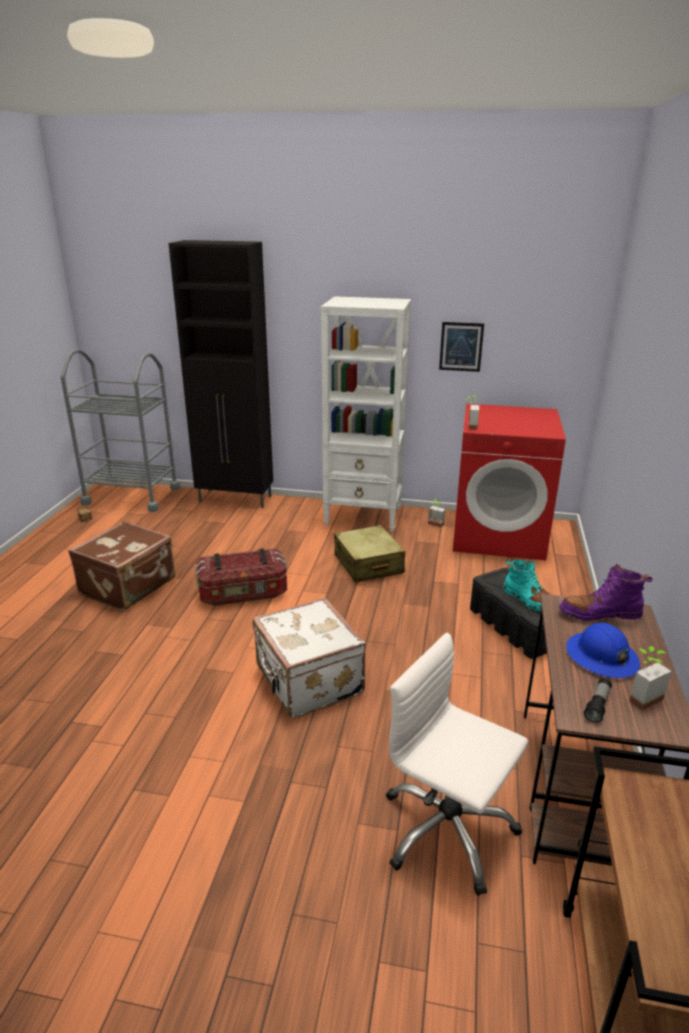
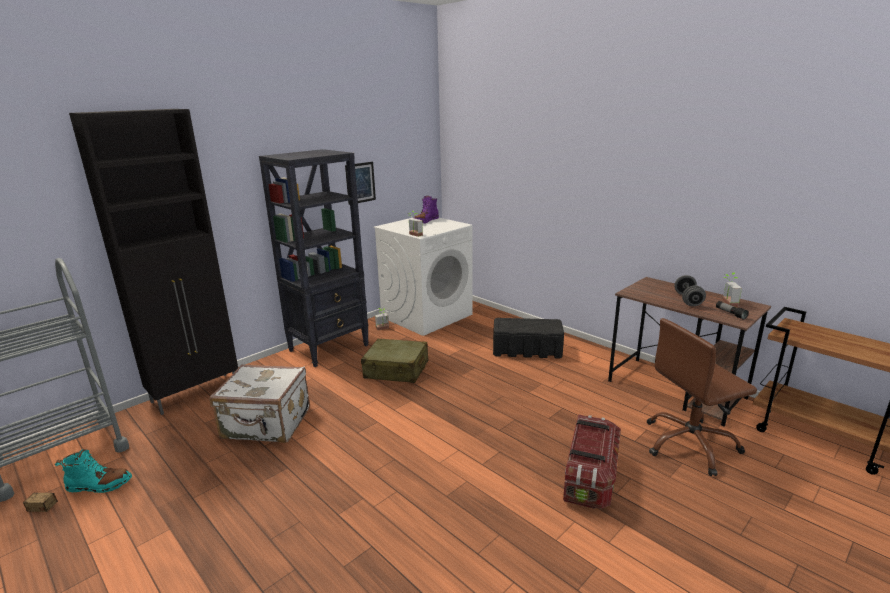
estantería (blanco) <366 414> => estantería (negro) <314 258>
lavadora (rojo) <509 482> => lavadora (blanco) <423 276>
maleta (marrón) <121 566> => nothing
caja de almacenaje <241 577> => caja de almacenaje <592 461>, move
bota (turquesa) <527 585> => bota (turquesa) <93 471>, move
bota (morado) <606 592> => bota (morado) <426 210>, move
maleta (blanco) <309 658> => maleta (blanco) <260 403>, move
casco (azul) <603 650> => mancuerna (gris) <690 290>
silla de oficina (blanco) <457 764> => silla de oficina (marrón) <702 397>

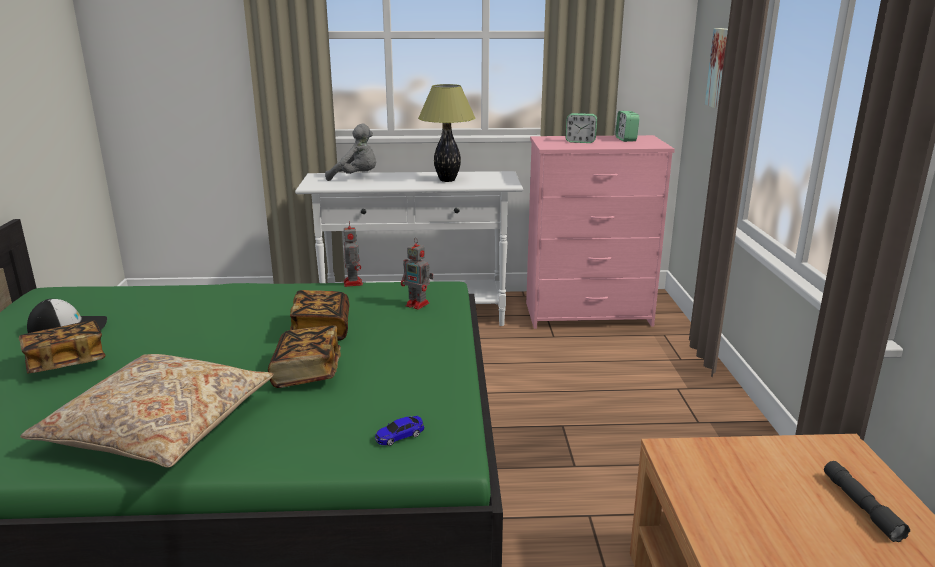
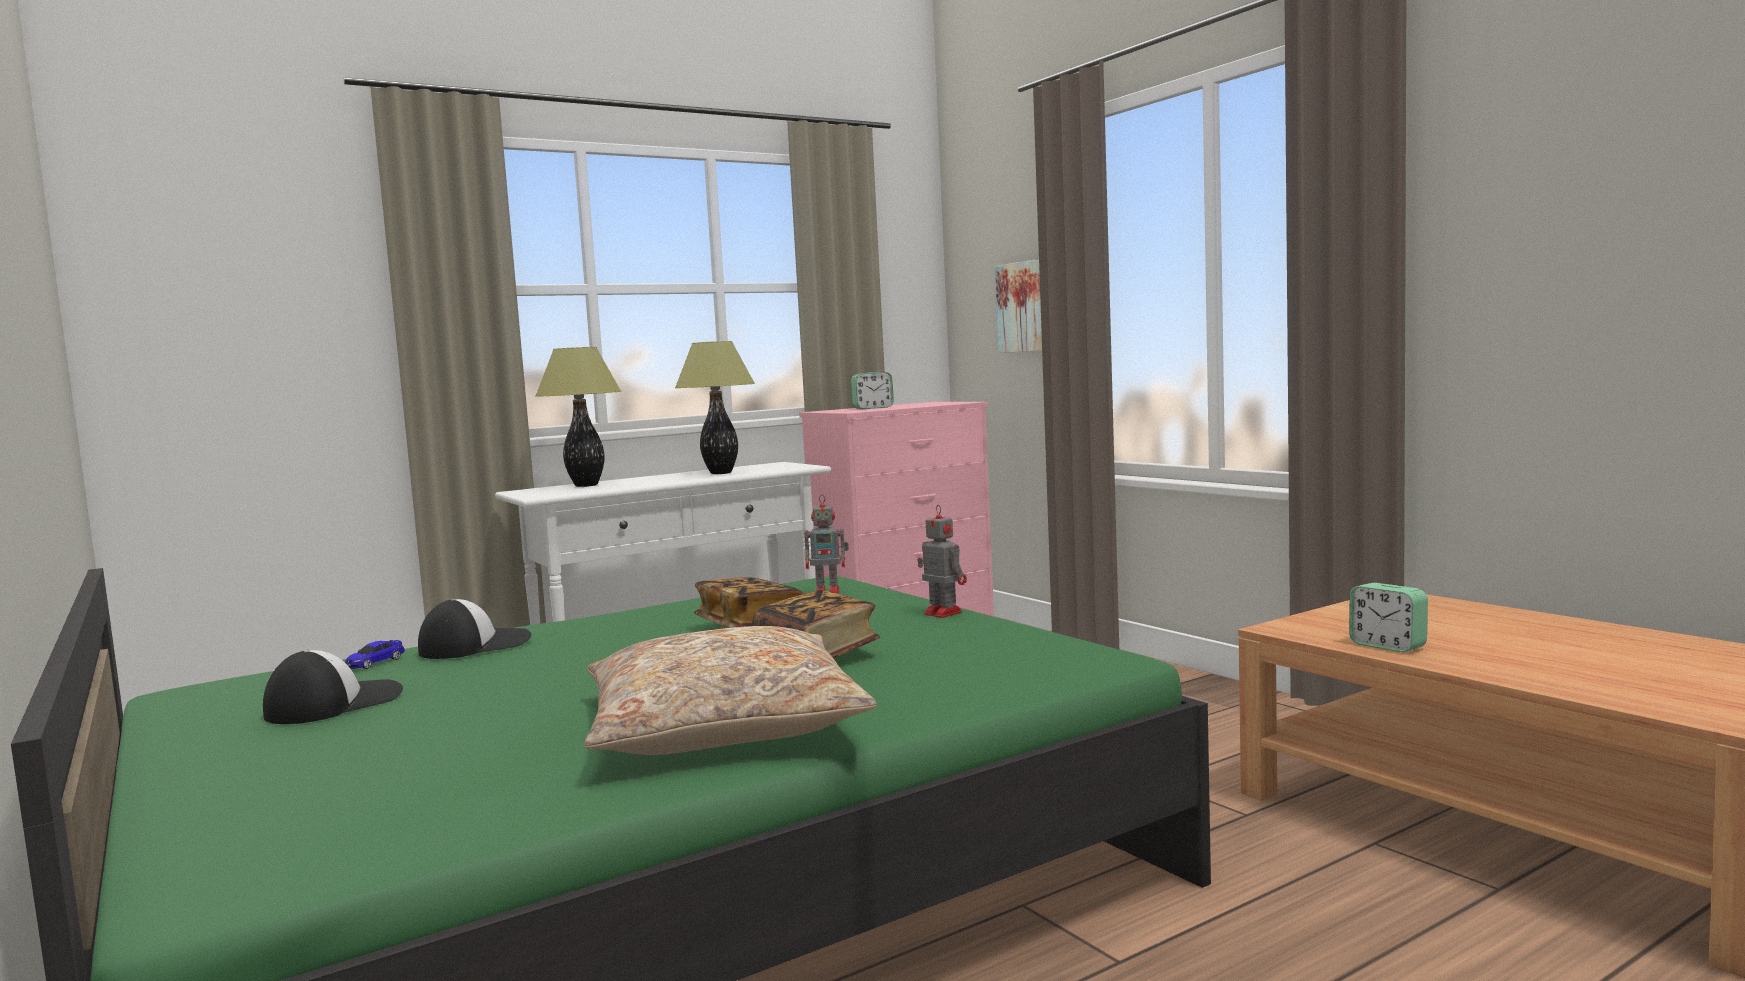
despertador <627 126> => despertador <1388 618>, move
peluche (gris) <350 152> => lámpara de mesa <578 417>
robot de juguete <353 254> => robot de juguete <942 561>, move
libro <62 346> => nothing
coche de juguete <399 431> => coche de juguete <375 654>, move
linterna (gris) <867 501> => nothing
nothing => gorra <474 629>

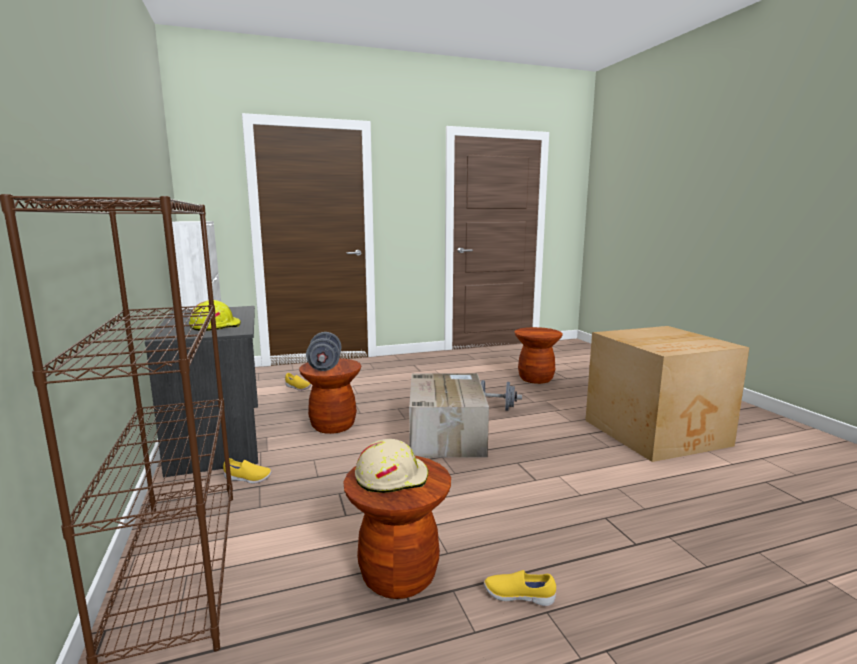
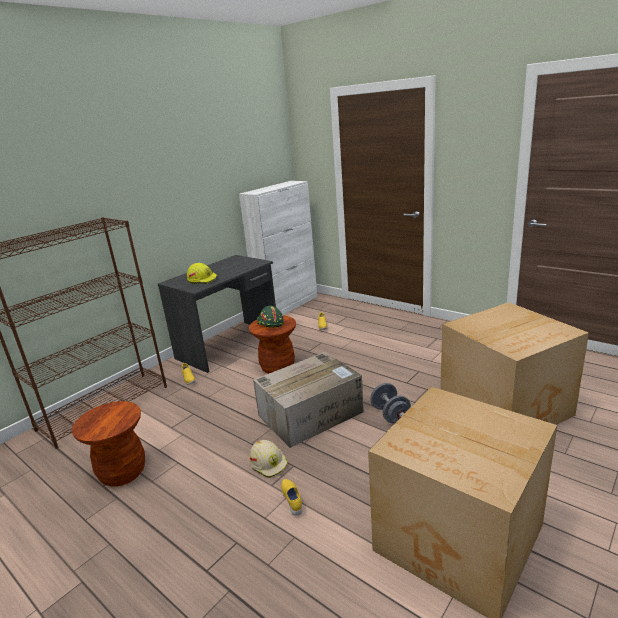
taburete (marrón) <538 355> => caja de cartón <514 363>
mancuerna (gris) <324 351> => casco (verde) <270 317>
casco (beis) <392 466> => casco (beis) <269 459>, move
zapato (amarillo) <520 588> => zapato (amarillo) <291 497>, move

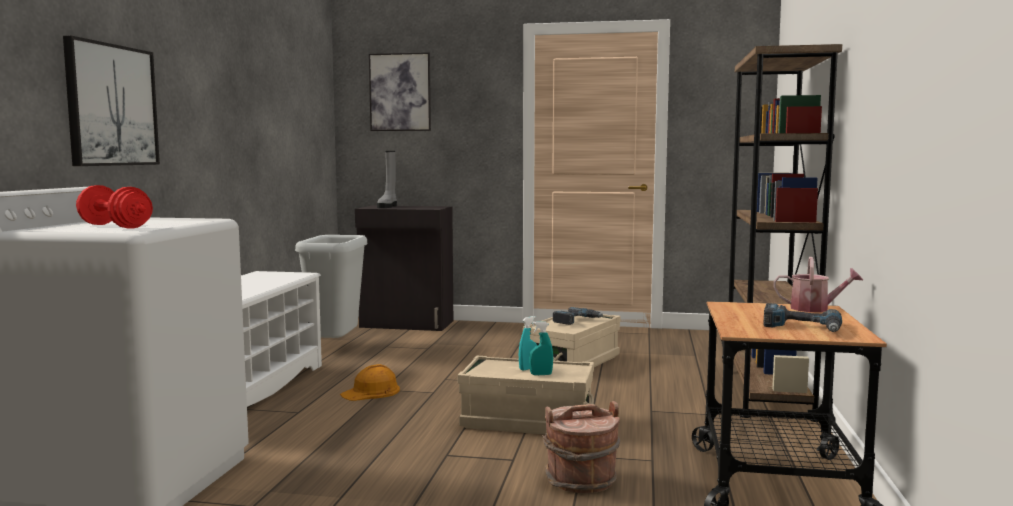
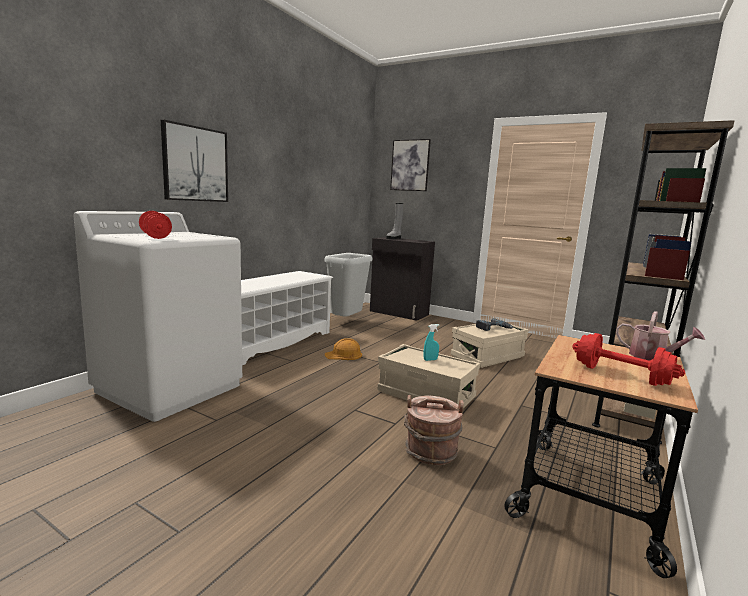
taladro <802 317> => mancuerna (rojo) <628 359>
pulverizador (turquesa) <541 348> => nothing

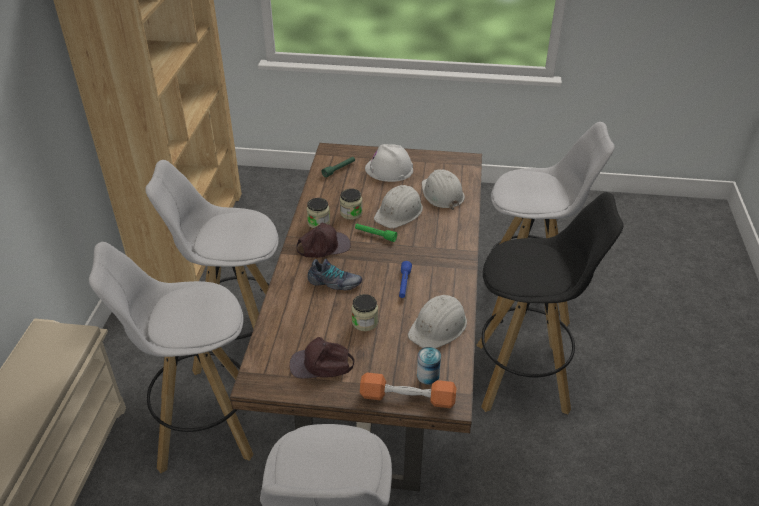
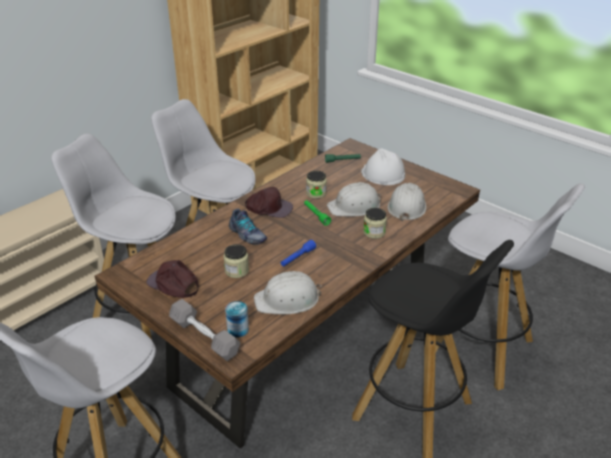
tarro <318 213> => tarro <375 223>, move
mancuerna (naranja) <408 390> => mancuerna (gris) <204 330>

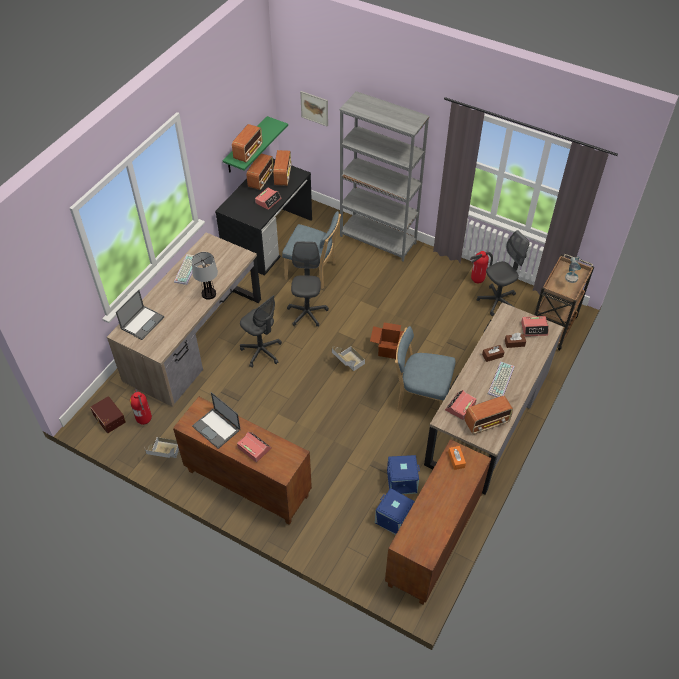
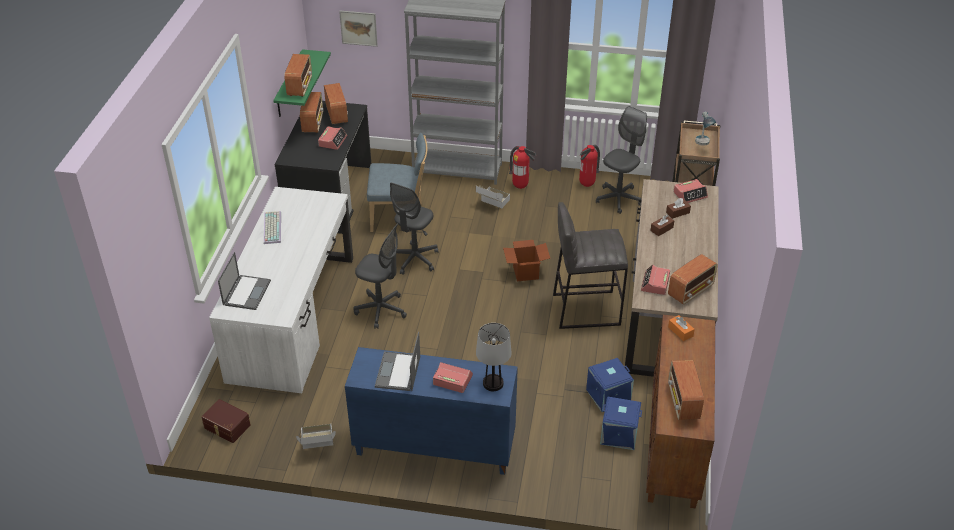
escritorio (marrón) <184 319> => escritorio (blanco) <281 290>
silla de oficina (gris) <308 284> => silla de oficina (gris) <414 229>, 135 degrees counterclockwise
lámpara de mesa <205 276> => lámpara de mesa <493 357>, move
silla (azul) <425 368> => taburete (gris) <590 265>
caja de cartón <348 358> => caja de cartón <493 197>, move
teclado <501 379> => nothing
extintor <141 407> => extintor <523 167>, move
portátil <216 420> => portátil <397 361>, 75 degrees clockwise
armario (marrón) <242 461> => armario (azul) <431 411>
nothing => radio <686 390>

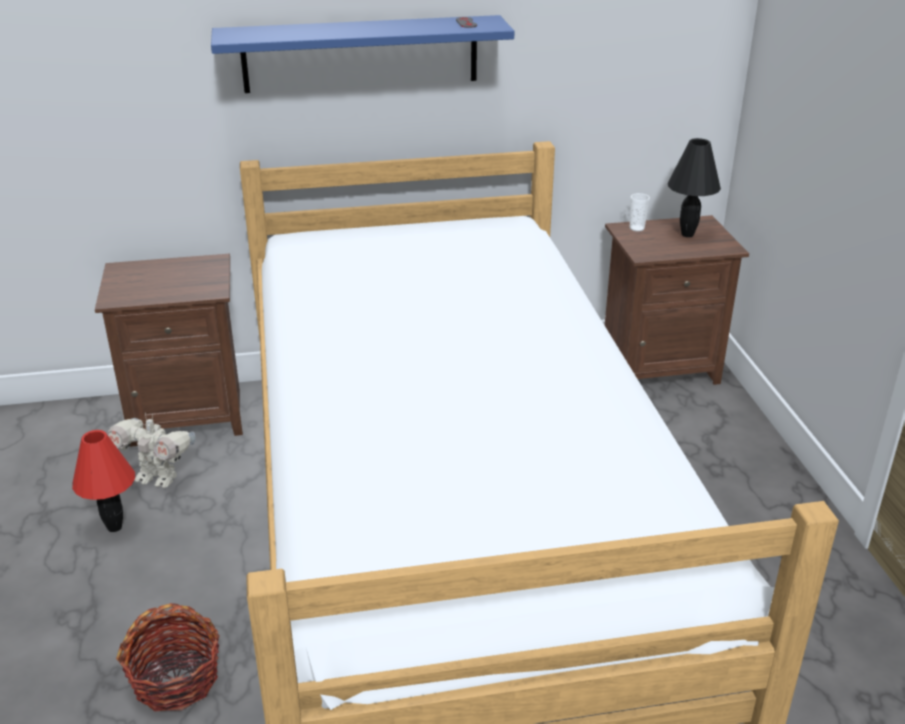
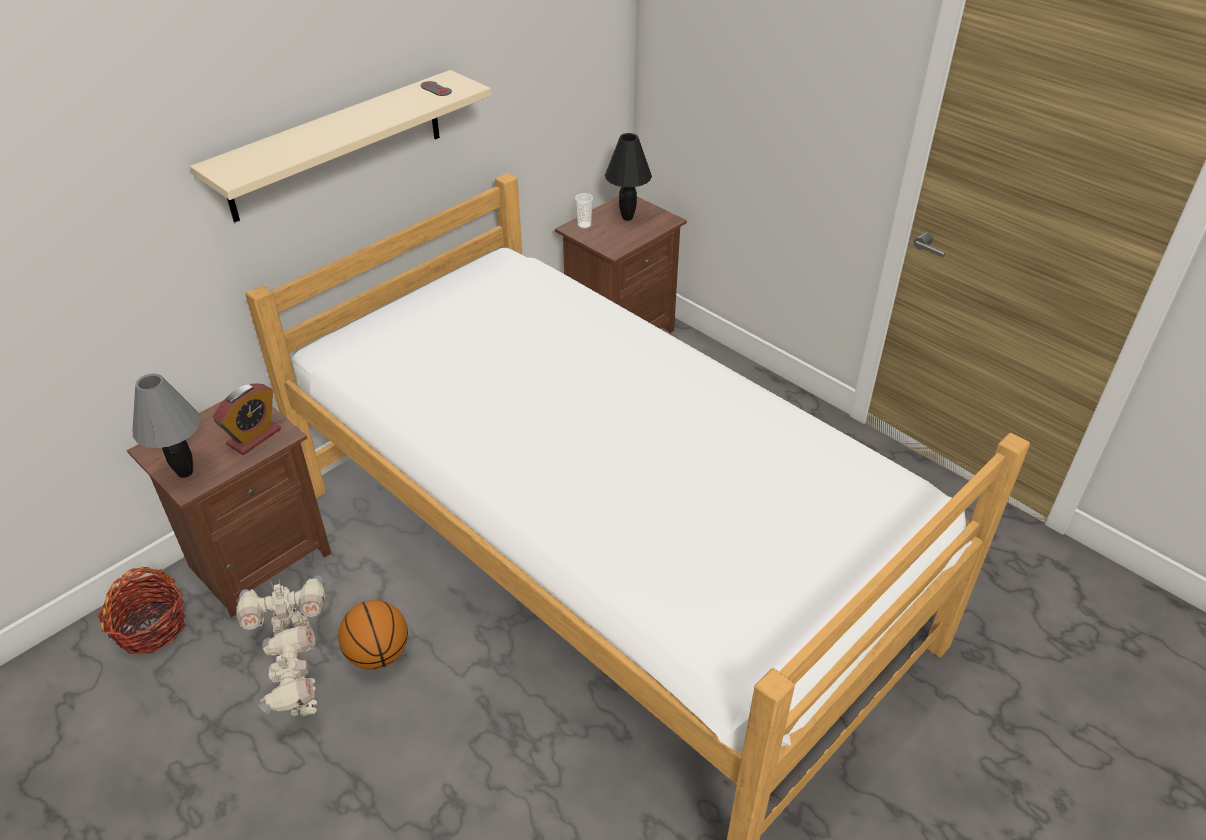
estante (azul) <362 54> => estante (beis) <340 146>
lámpara de mesa (rojo) <103 481> => robot de juguete <287 671>
cesta <168 657> => cesta <141 610>, move
nothing => lámpara de mesa (gris) <167 425>
nothing => despertador <247 419>
nothing => balón de baloncesto <373 635>

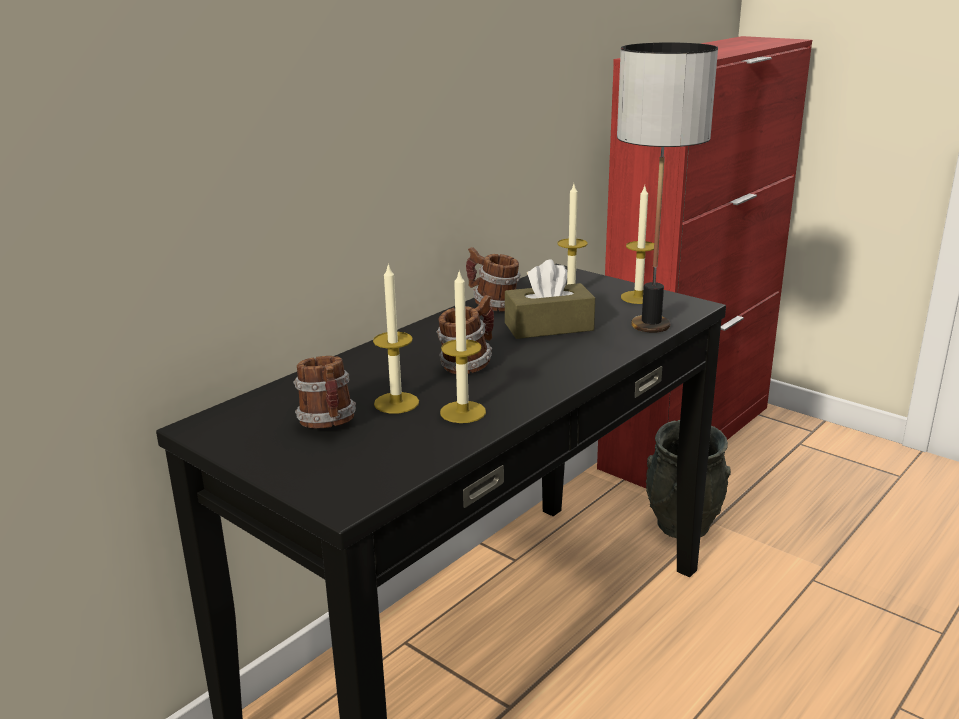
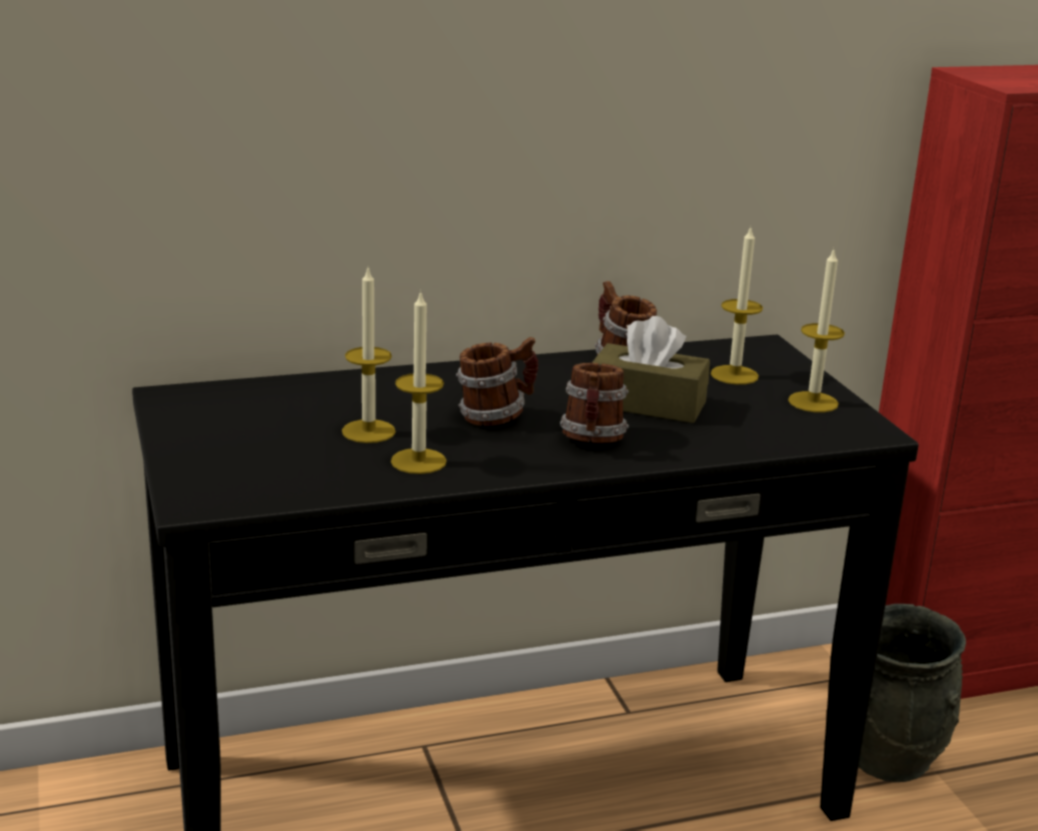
lámpara de mesa <667 187> => nothing
taza grande <324 392> => taza grande <594 403>, move

